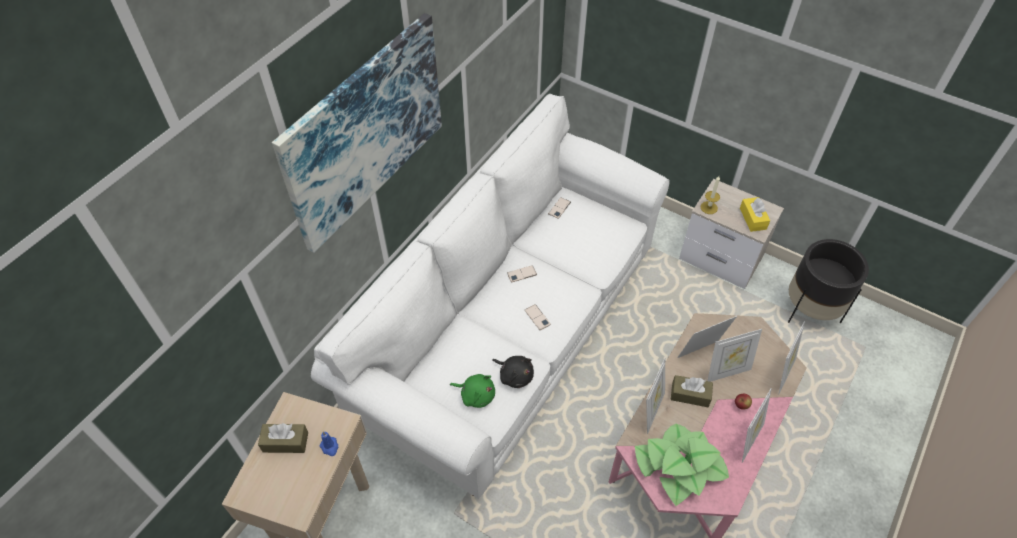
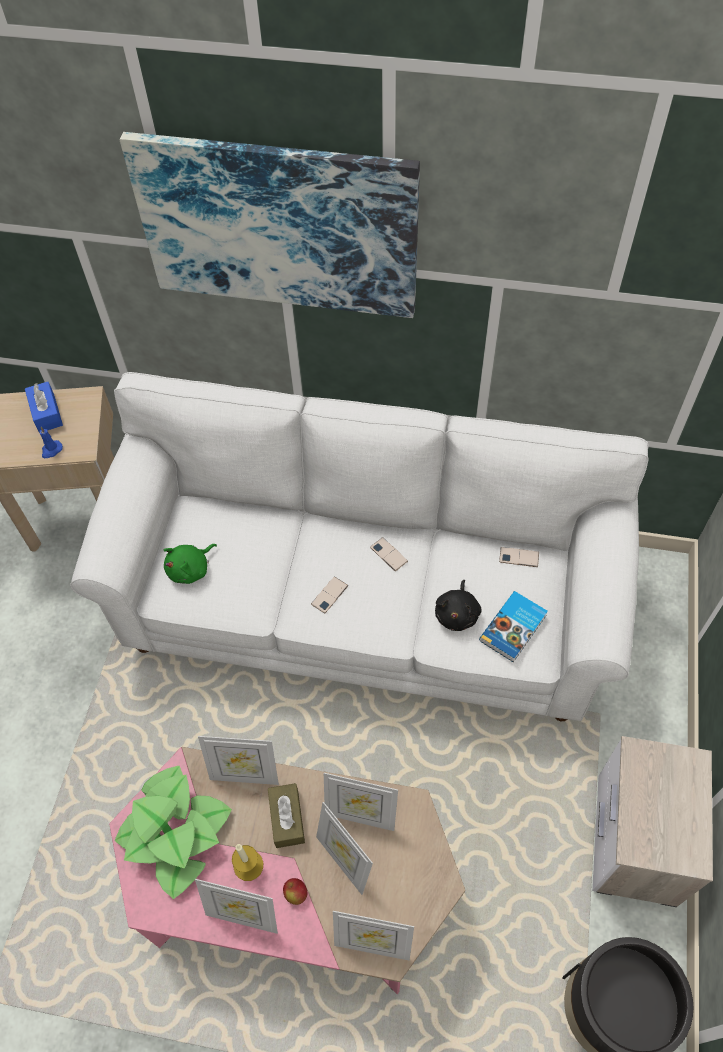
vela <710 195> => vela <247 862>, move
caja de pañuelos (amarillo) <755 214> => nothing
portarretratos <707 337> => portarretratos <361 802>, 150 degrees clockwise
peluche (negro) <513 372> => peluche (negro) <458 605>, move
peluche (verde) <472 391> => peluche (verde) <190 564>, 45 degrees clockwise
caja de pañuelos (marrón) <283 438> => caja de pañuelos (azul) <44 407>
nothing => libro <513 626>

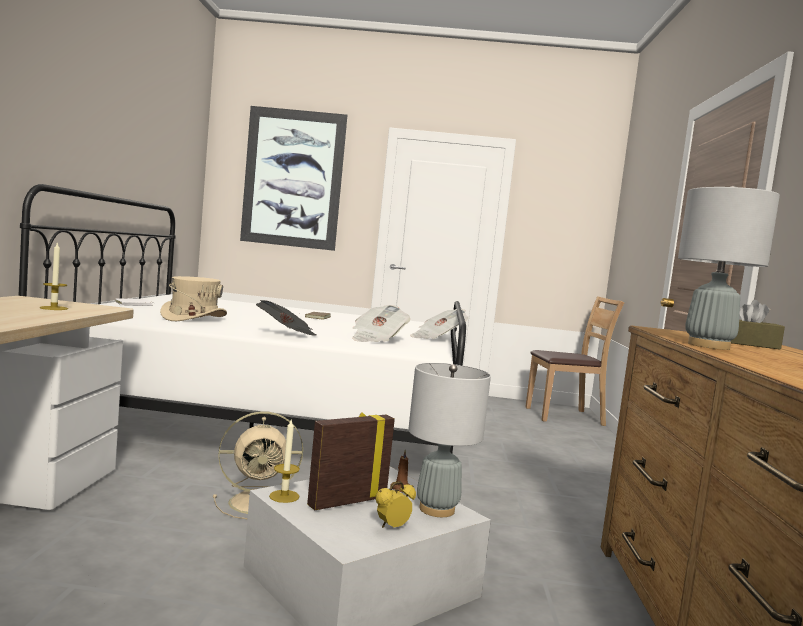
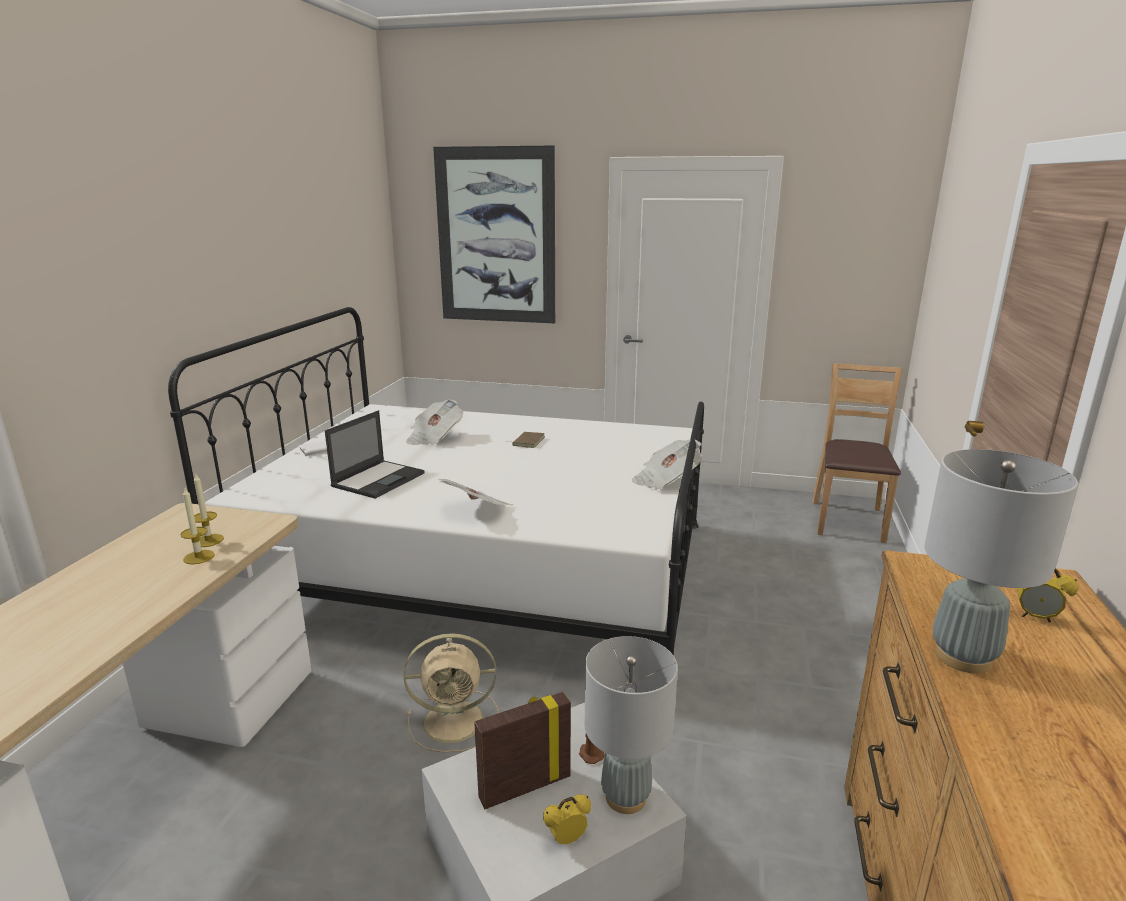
sombrero (beis) <193 298> => portátil <375 454>
silla (marrón) <575 361> => silla (marrón) <857 453>, 75 degrees counterclockwise
caja de pañuelos (marrón) <758 325> => despertador <1047 595>
periódico <381 323> => periódico <434 422>, move
vela <284 460> => vela <197 526>, move

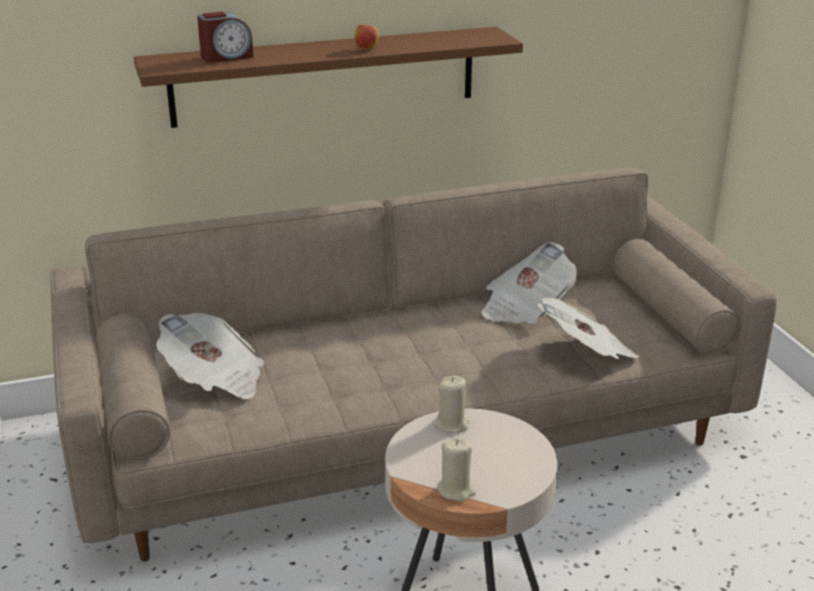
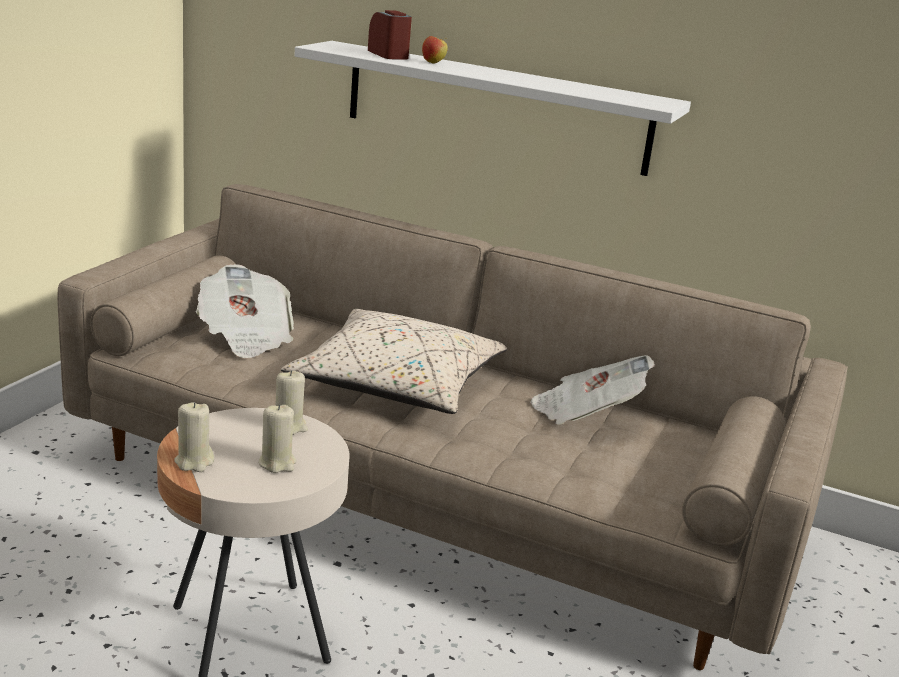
despertador <225 37> => despertador <390 35>, 135 degrees counterclockwise
manzana <366 36> => manzana <435 50>, move
estante (marrón) <328 77> => estante (blanco) <493 108>
periódico <588 328> => nothing
nothing => cojín (beis) <394 361>
nothing => vela (beis) <277 438>

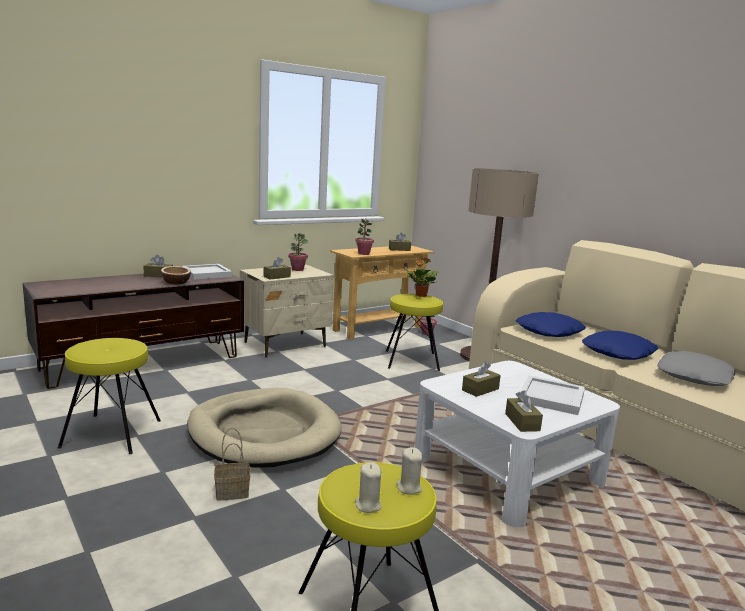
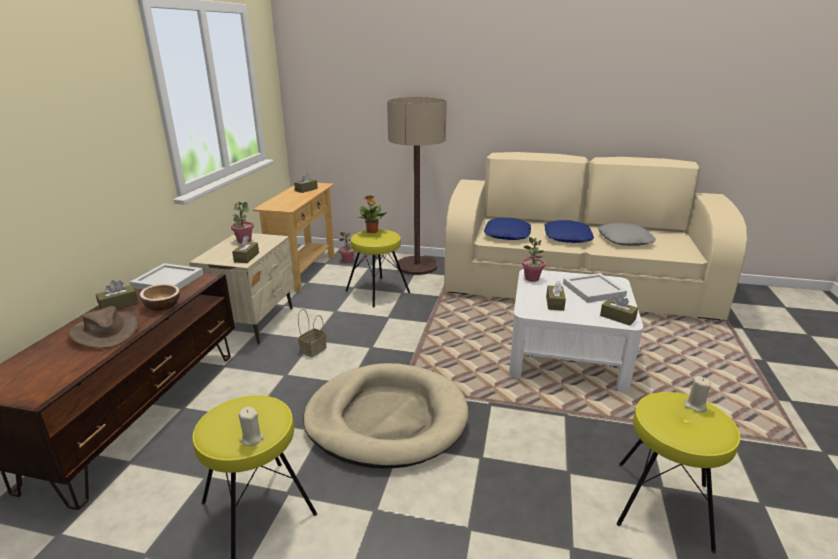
planta en maceta <365 237> => planta en maceta <533 259>, move
cesta <232 464> => cesta <312 333>, move
vela (beis) <368 487> => vela (beis) <251 426>, move
nothing => sombrero (marrón) <103 327>

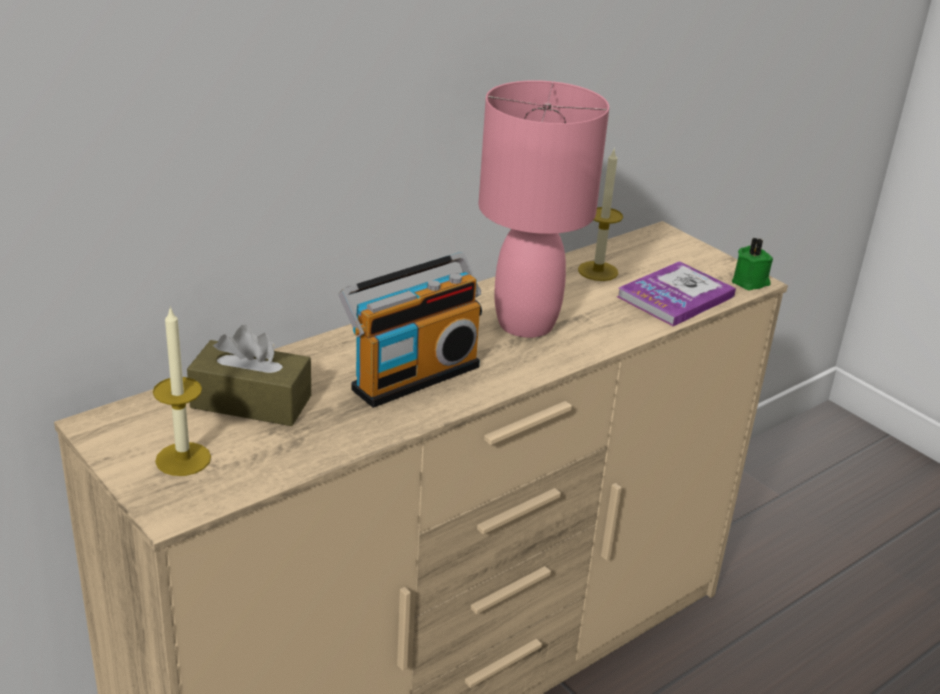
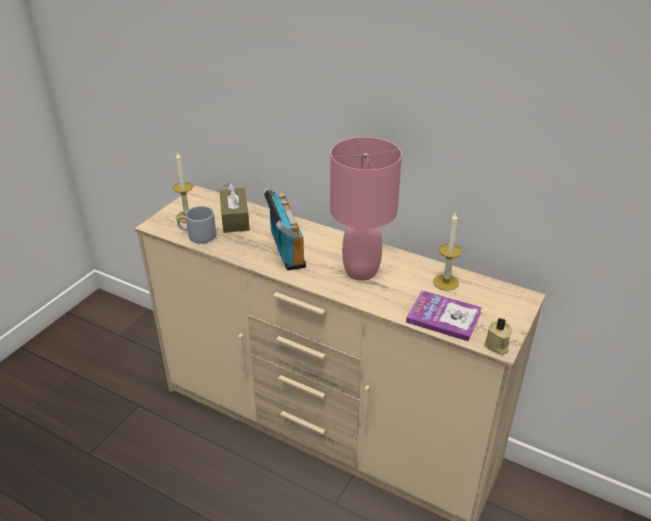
vela (verde) <752 264> => vela (beis) <498 336>
radio <410 330> => radio <284 229>, 135 degrees counterclockwise
nothing => taza grande (gris) <196 225>

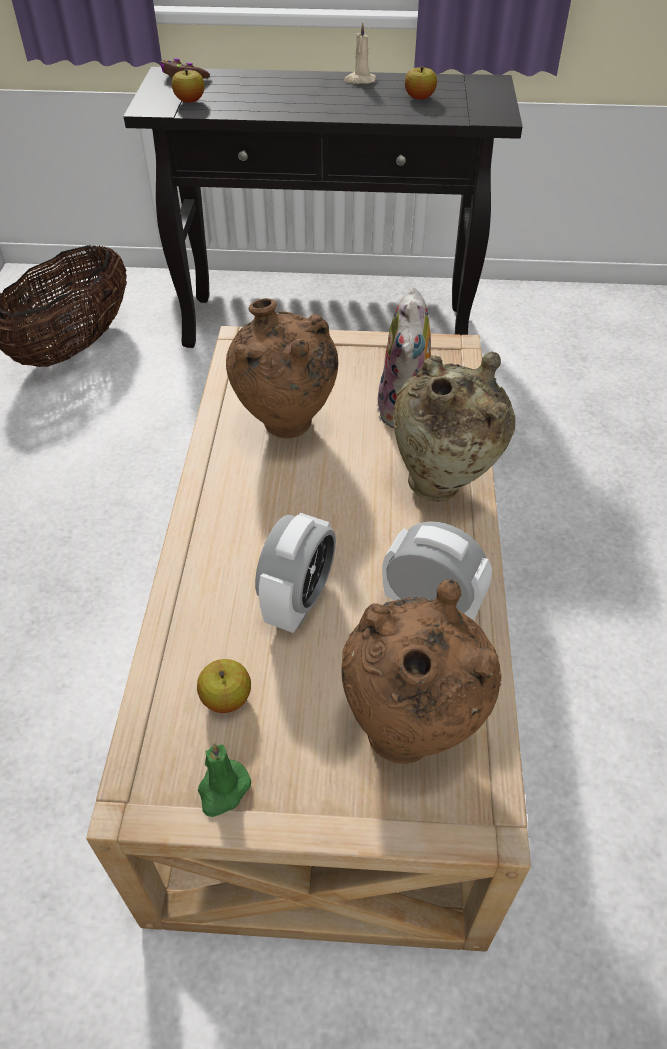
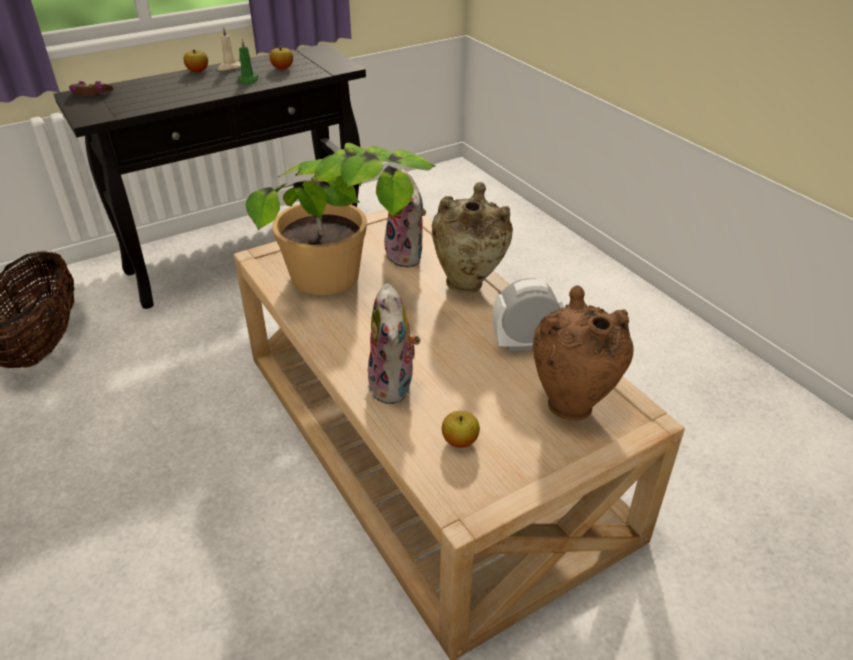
manzana <188 86> => manzana <196 61>, move
florero (marrón) <282 368> => planta en maceta <340 218>
despertador <295 573> => nothing
vela (verde) <224 780> => vela (verde) <248 62>, move
nothing => peluche <394 343>

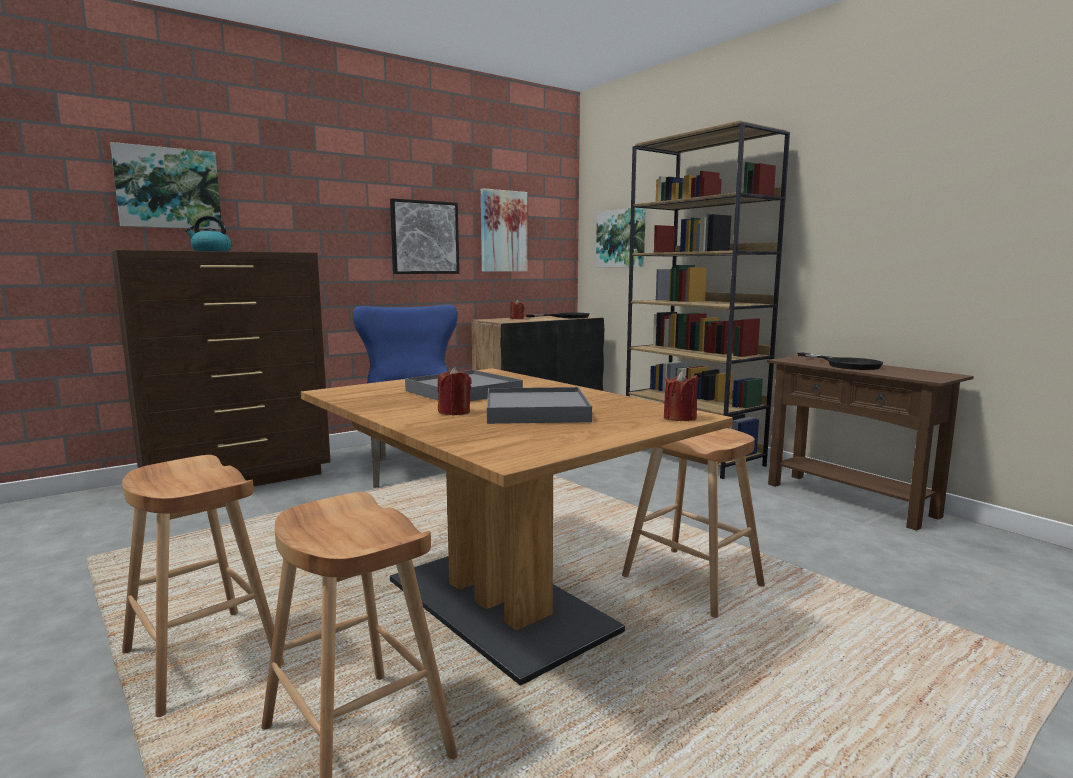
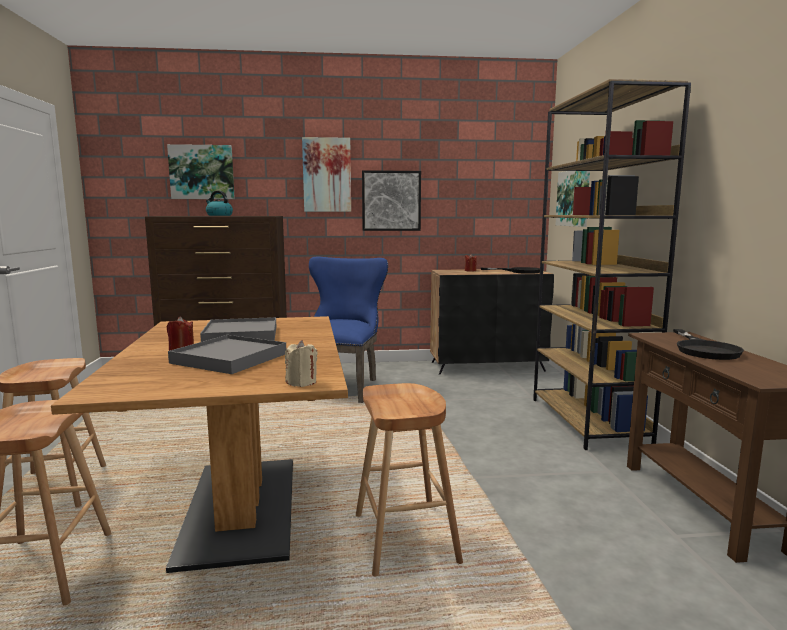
cuadro <504 230> => cuadro <326 174>, move
vela (rojo) <681 396> => vela (beis) <301 363>

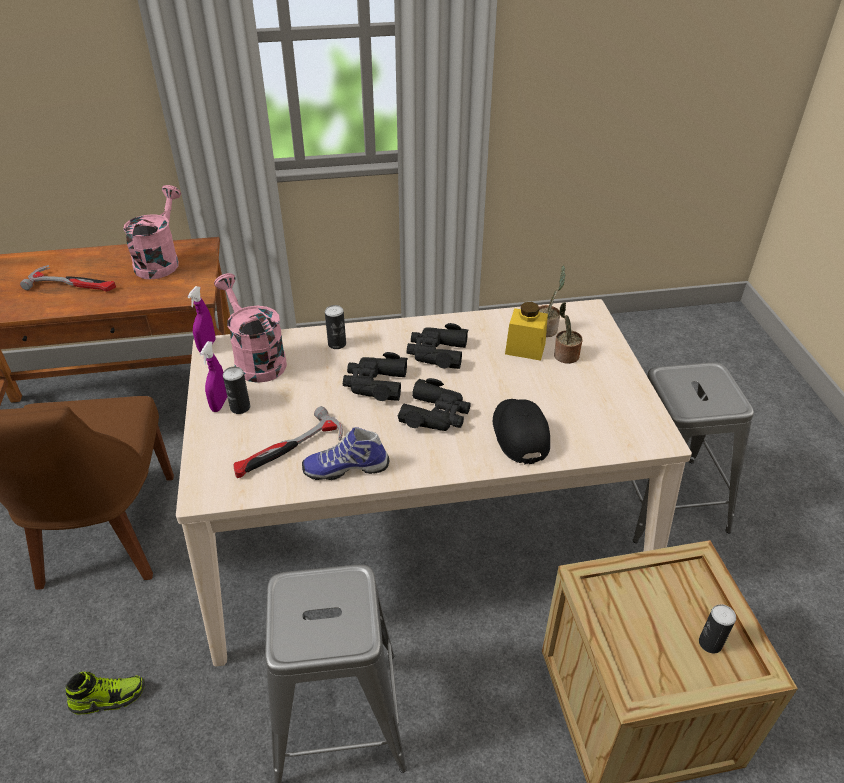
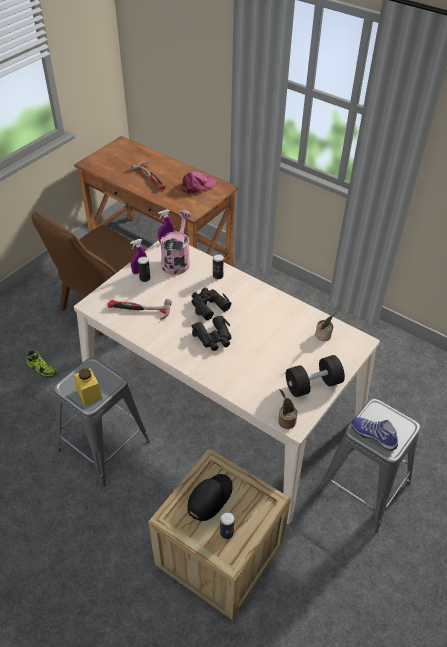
regadera (rosa) <152 232> => gorra (rosa) <199 183>
tarro (amarillo) <526 331> => tarro (amarillo) <88 387>, move
planta en maceta <568 333> => planta en maceta <288 409>, move
prismáticos (negro) <437 346> => nothing
gorra (negro) <521 432> => gorra (negro) <210 497>, move
zapato <345 453> => zapato <374 434>, move
nothing => mancuerna (negro) <315 376>

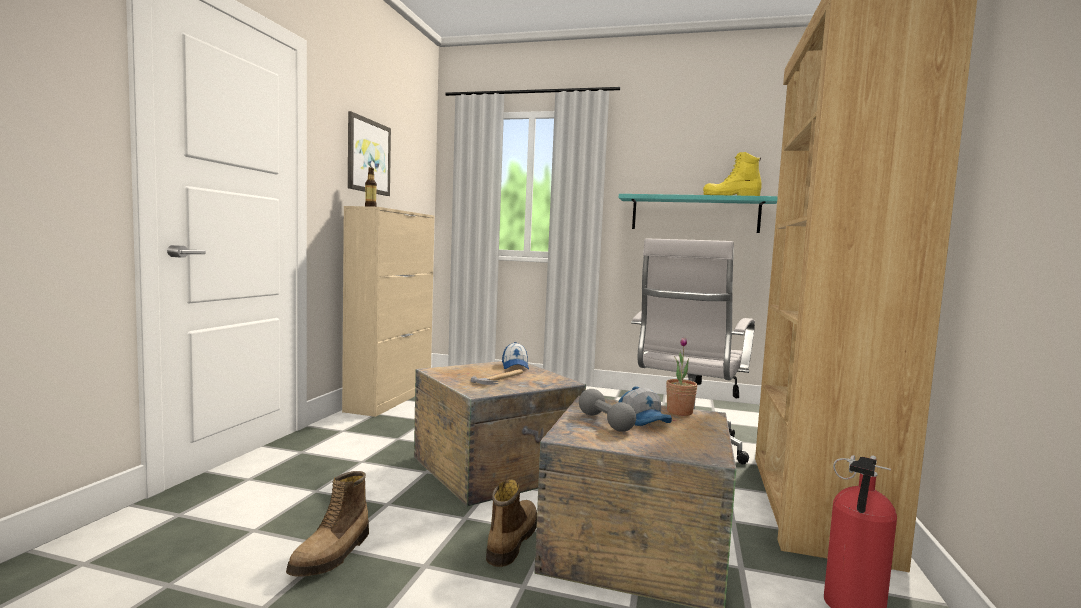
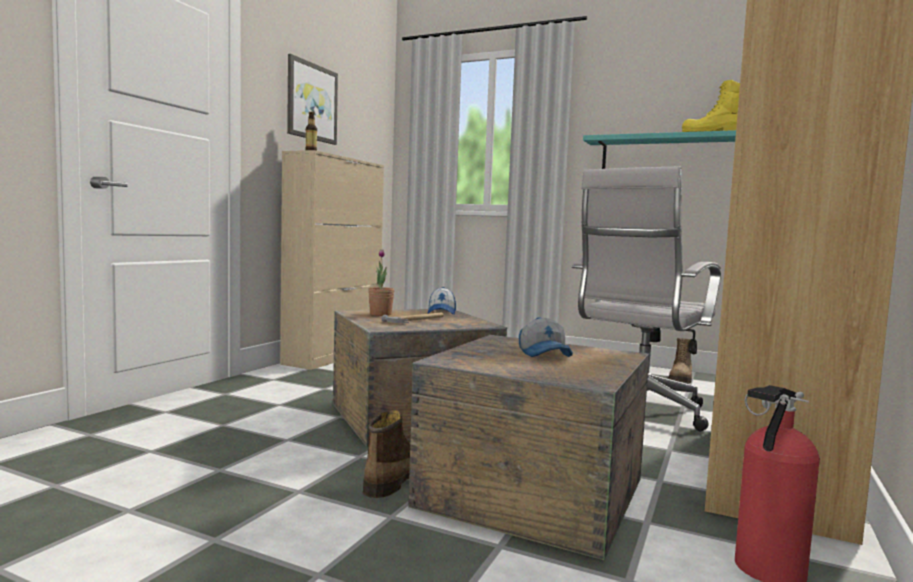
planta en maceta <682 376> => planta en maceta <381 282>, move
mancuerna (gris) <607 410> => nothing
bota <327 524> => bota <680 360>, move

